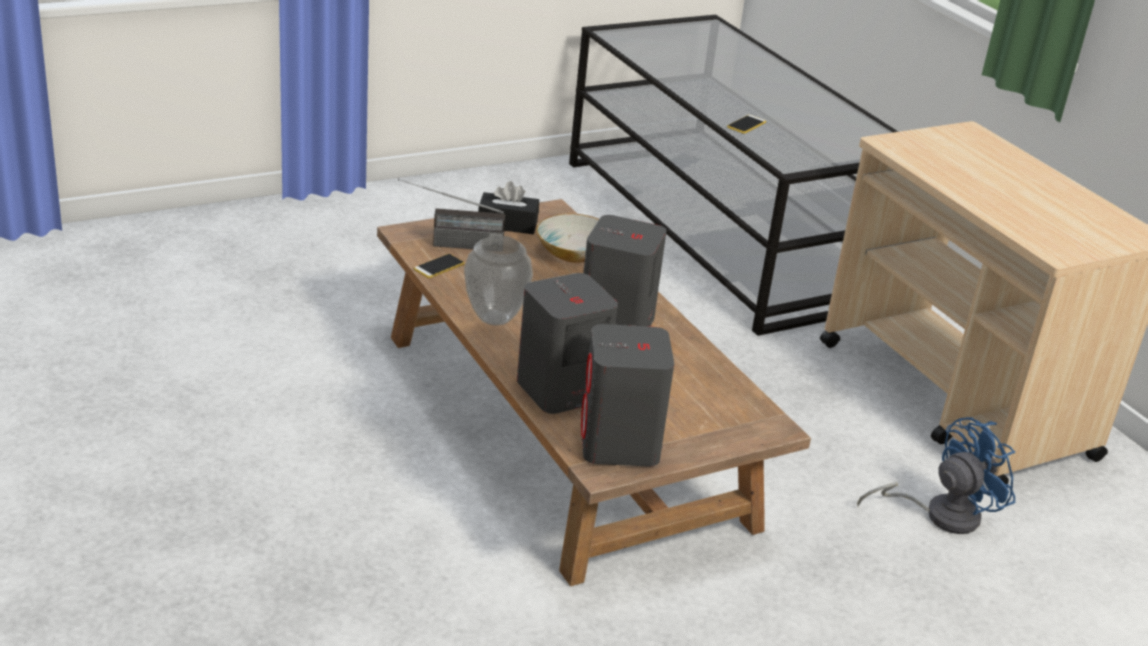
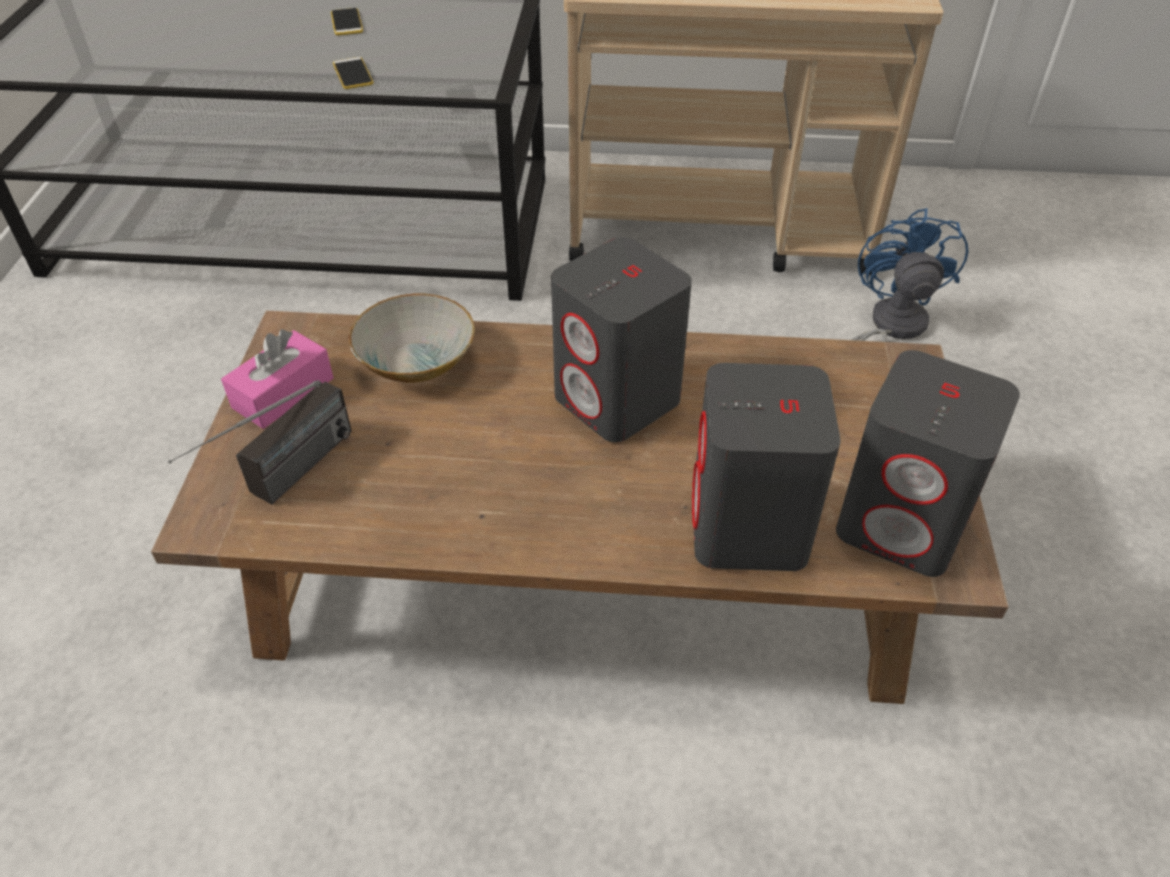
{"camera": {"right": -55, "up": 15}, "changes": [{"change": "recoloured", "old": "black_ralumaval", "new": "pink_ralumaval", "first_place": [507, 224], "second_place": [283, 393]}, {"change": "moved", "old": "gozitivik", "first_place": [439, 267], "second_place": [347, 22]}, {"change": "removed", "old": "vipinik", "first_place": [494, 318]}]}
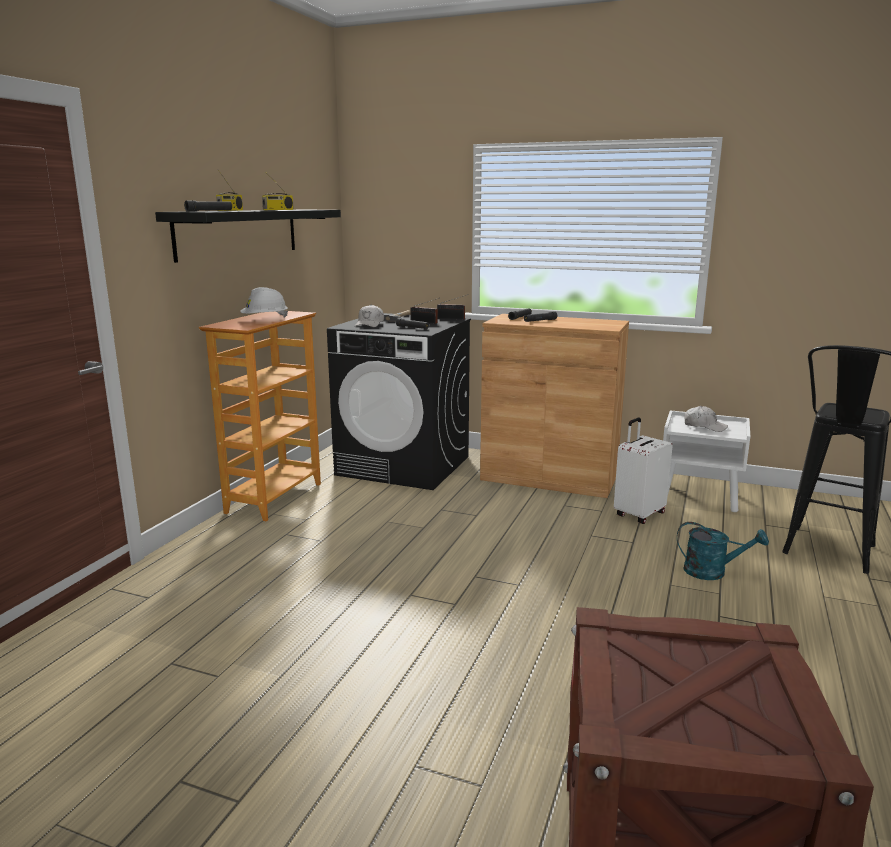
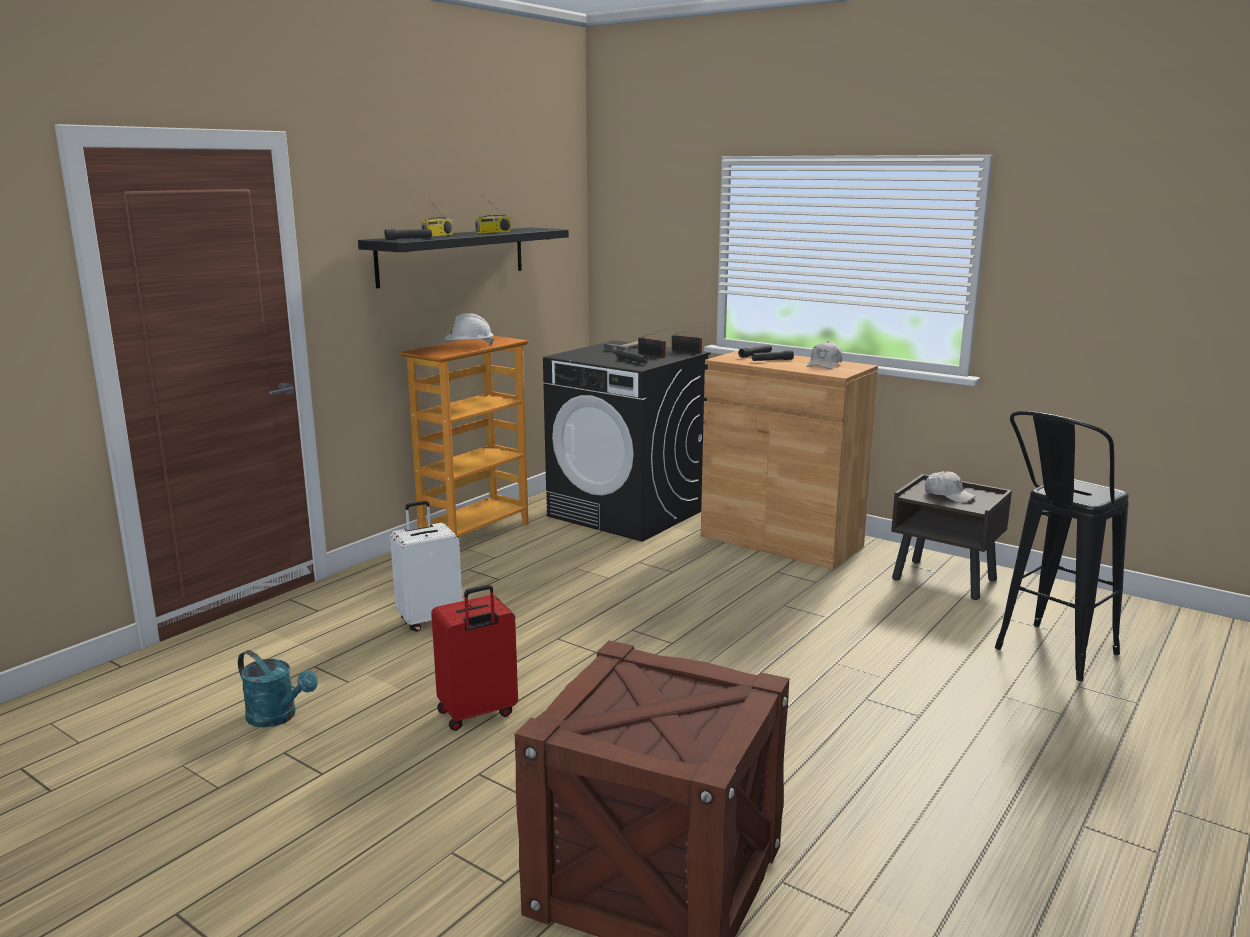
{"camera": {"right": 15, "up": 0}, "changes": [{"change": "moved", "old": "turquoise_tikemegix", "first_place": [712, 572], "second_place": [278, 717]}, {"change": "moved", "old": "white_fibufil", "first_place": [638, 514], "second_place": [430, 619]}, {"change": "added", "new": "red_fibufil", "second_place": [477, 714]}, {"change": "moved", "old": "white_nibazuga", "first_place": [370, 324], "second_place": [824, 365]}, {"change": "recoloured", "old": "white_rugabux", "new": "brown_rugabux", "first_place": [700, 497], "second_place": [945, 580]}]}
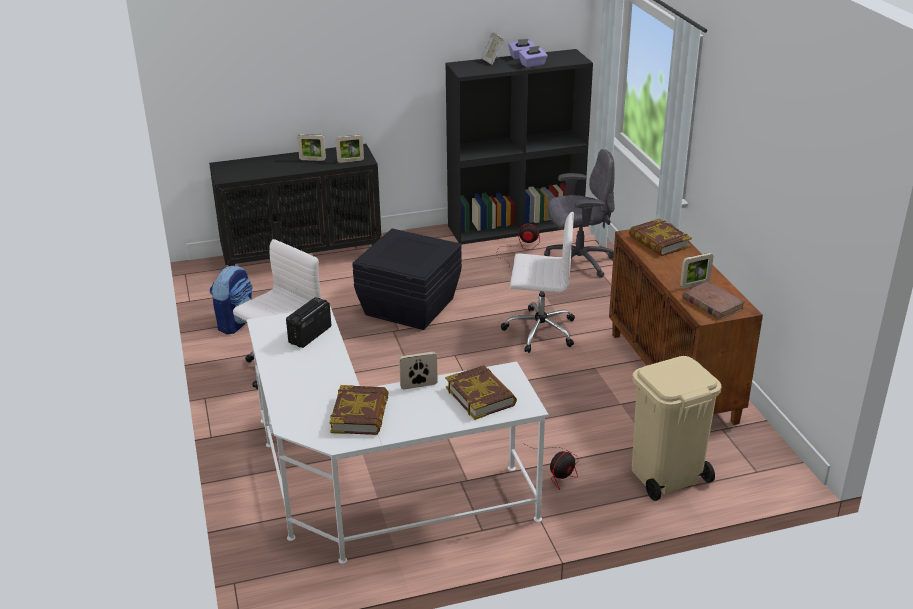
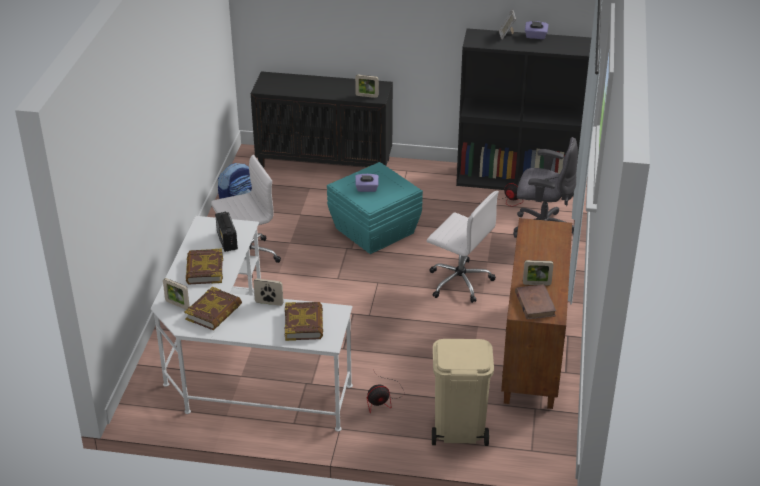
{"camera": {"right": 25, "up": 5}, "changes": [{"change": "moved", "old": "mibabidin", "first_place": [312, 159], "second_place": [177, 305]}, {"change": "moved", "old": "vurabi", "first_place": [659, 242], "second_place": [204, 270]}, {"change": "turned", "old": "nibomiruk", "first_place": [309, 335], "second_place": [227, 241], "degrees": -75}, {"change": "recoloured", "old": "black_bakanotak", "new": "turquoise_bakanotak", "first_place": [408, 307], "second_place": [373, 230]}, {"change": "moved", "old": "purple_ralumaval", "first_place": [533, 64], "second_place": [367, 189]}]}
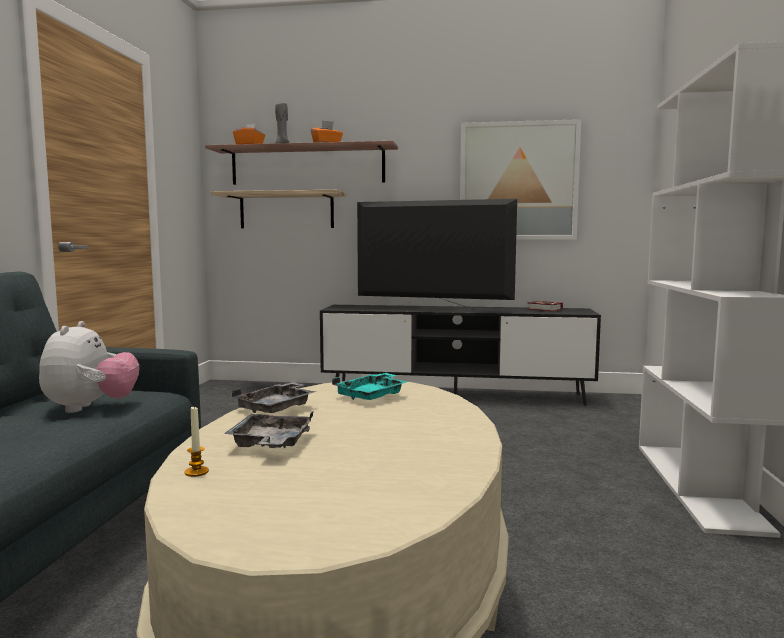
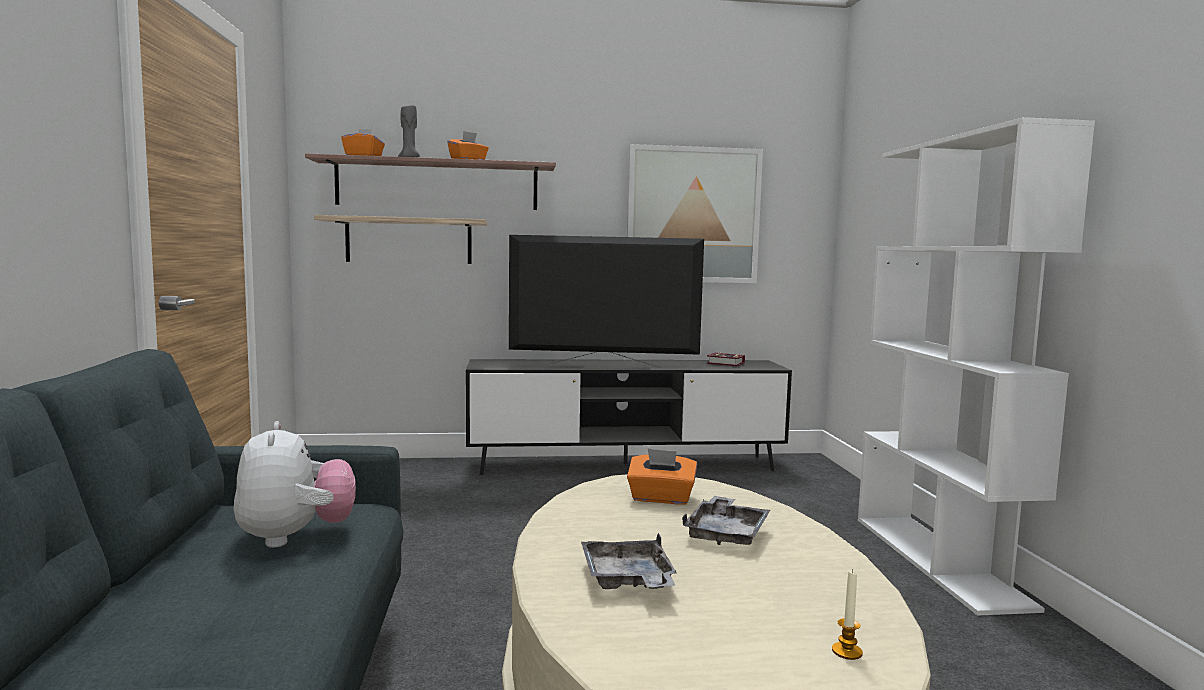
{"camera": {"right": -15, "up": 0}, "changes": [{"change": "replaced", "old": "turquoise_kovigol", "new": "orange_ralumaval", "first_place": [372, 396], "second_place": [661, 498]}, {"change": "moved", "old": "grey_kovigol", "first_place": [277, 408], "second_place": [726, 533]}, {"change": "moved", "old": "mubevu", "first_place": [196, 472], "second_place": [847, 651]}]}
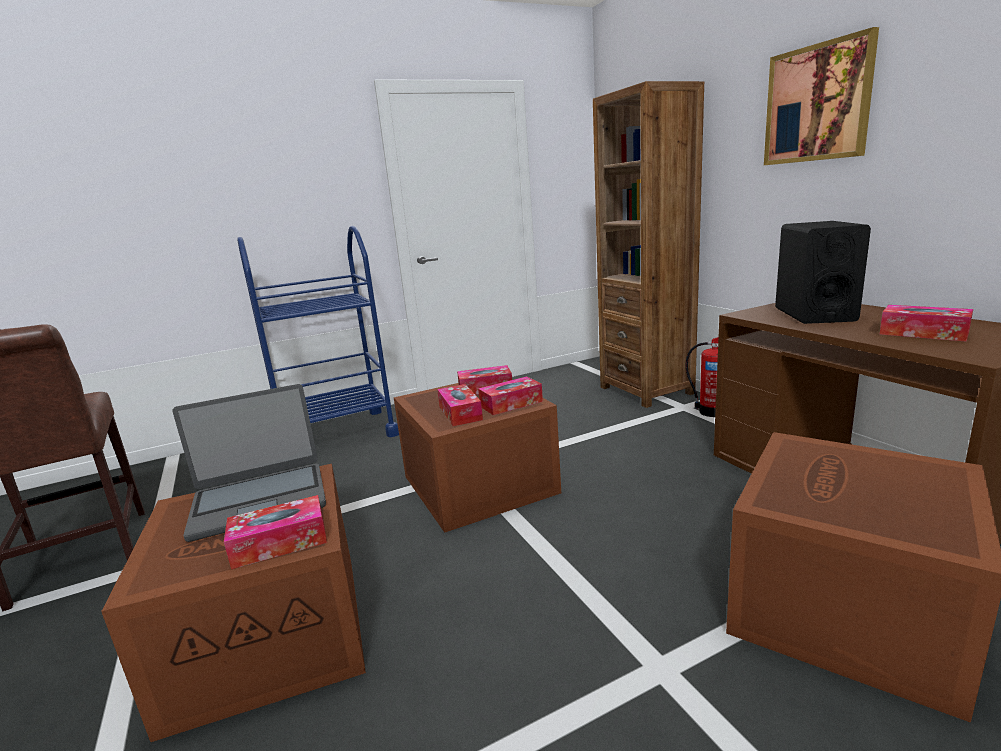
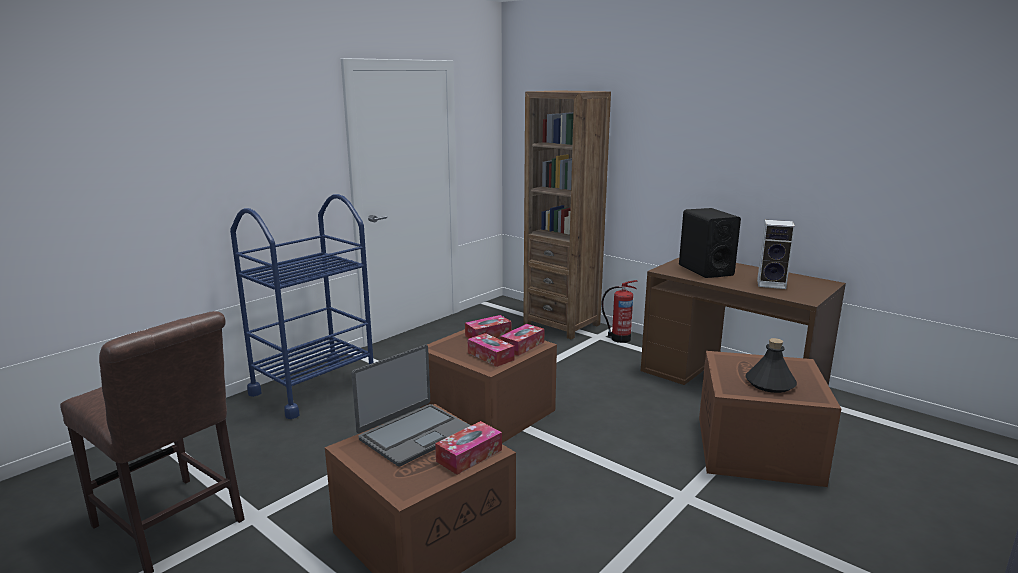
{"camera": {"right": -25, "up": 0}, "changes": [{"change": "added", "new": "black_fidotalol", "second_place": [770, 383]}, {"change": "replaced", "old": "ralumaval", "new": "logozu", "first_place": [923, 333], "second_place": [772, 284]}, {"change": "removed", "old": "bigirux", "first_place": [817, 103]}]}
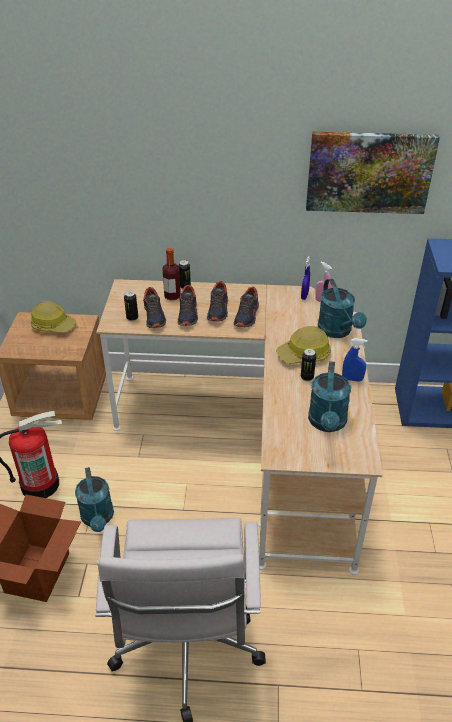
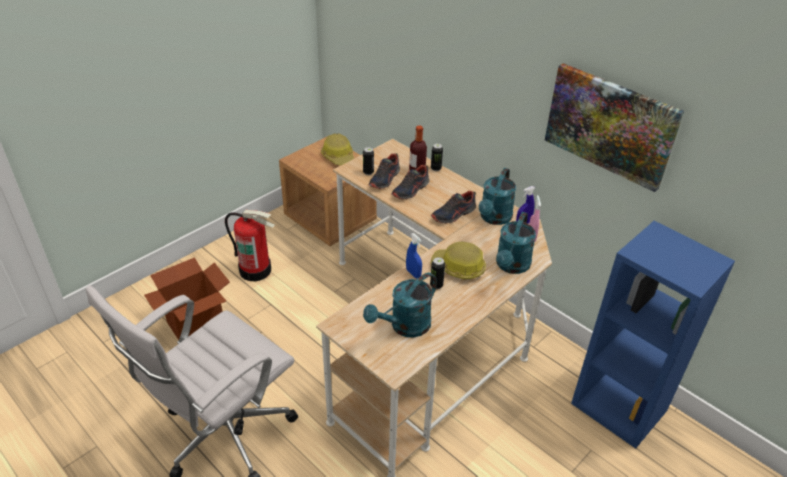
{"camera": {"right": 40, "up": 0}, "changes": [{"change": "moved", "old": "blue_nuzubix", "first_place": [352, 379], "second_place": [413, 273]}, {"change": "moved", "old": "turquoise_tikemegix", "first_place": [98, 518], "second_place": [494, 218]}, {"change": "removed", "old": "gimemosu", "first_place": [218, 310]}]}
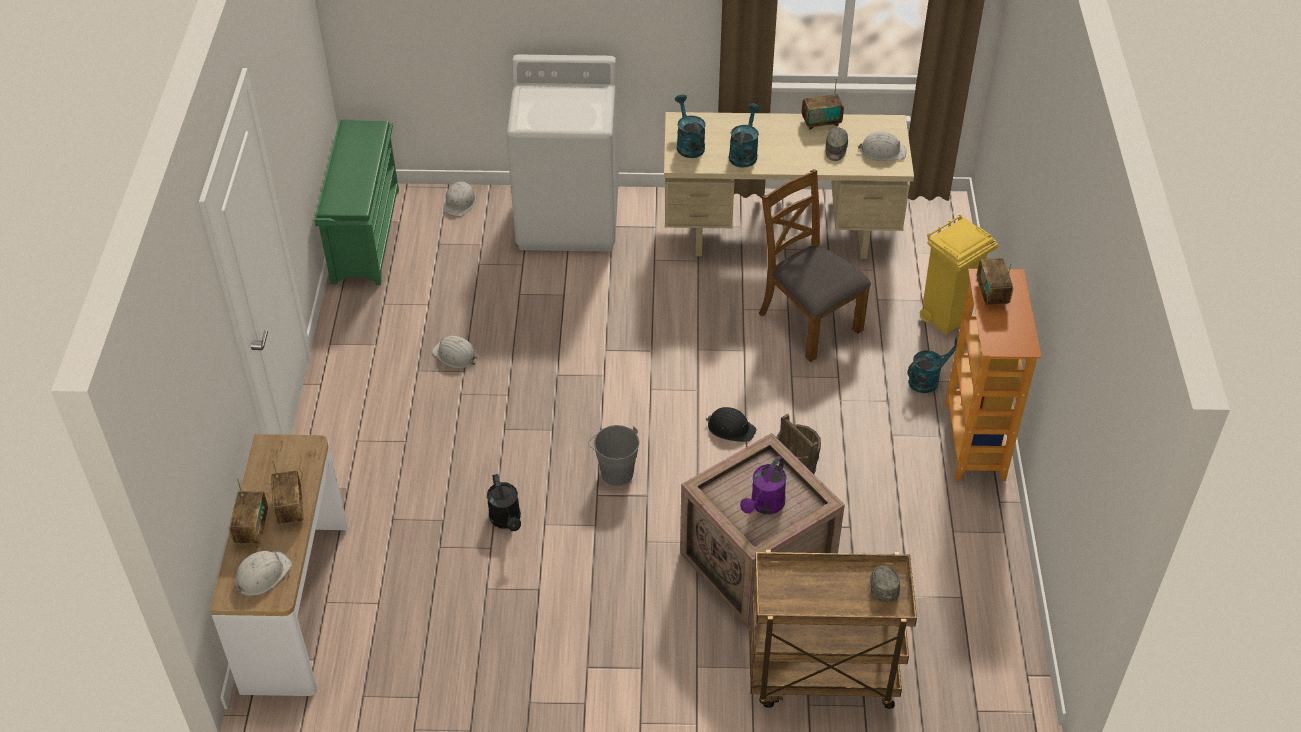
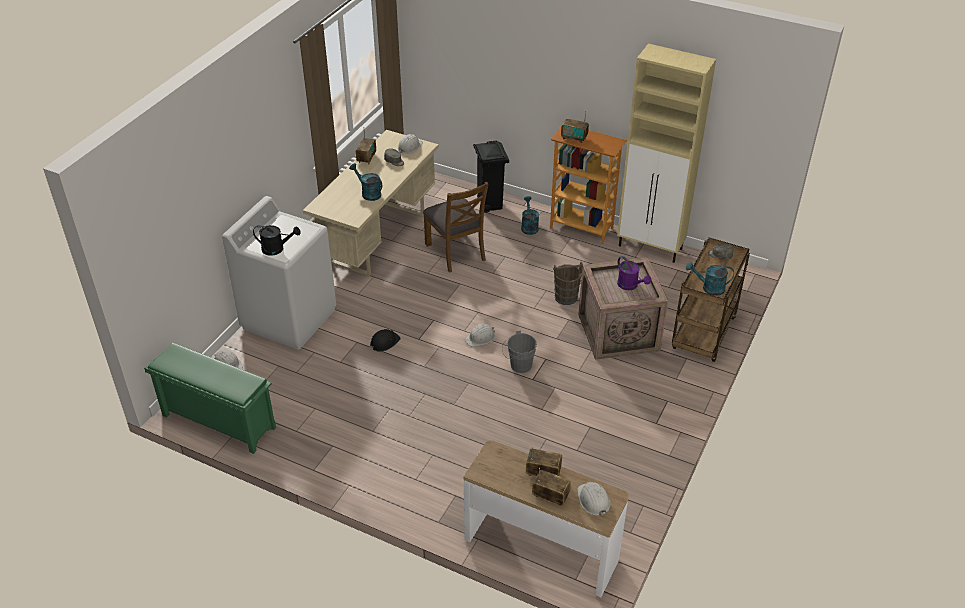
{"camera": {"right": -65, "up": -5}, "changes": [{"change": "moved", "old": "black_tikemegix", "first_place": [507, 521], "second_place": [277, 249]}, {"change": "moved", "old": "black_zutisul", "first_place": [730, 428], "second_place": [384, 342]}, {"change": "turned", "old": "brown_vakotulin", "first_place": [808, 321], "second_place": [456, 252], "degrees": -105}, {"change": "moved", "old": "white_zutisul", "first_place": [455, 355], "second_place": [480, 338]}, {"change": "recoloured", "old": "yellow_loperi", "new": "black_loperi", "first_place": [946, 318], "second_place": [490, 204]}, {"change": "added", "new": "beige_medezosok", "second_place": [651, 248]}, {"change": "moved", "old": "turquoise_tikemegix", "first_place": [688, 144], "second_place": [709, 288]}]}
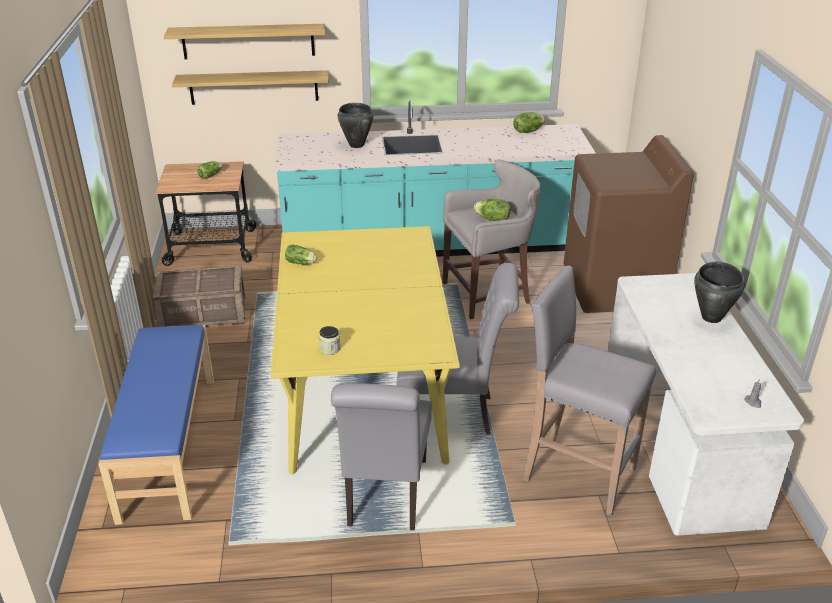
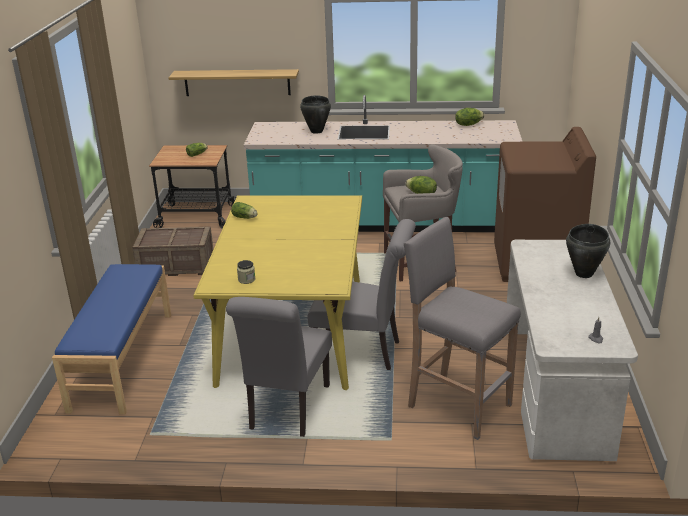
{"camera": {"right": 10, "up": -5}, "changes": [{"change": "removed", "old": "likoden", "first_place": [248, 41]}]}
